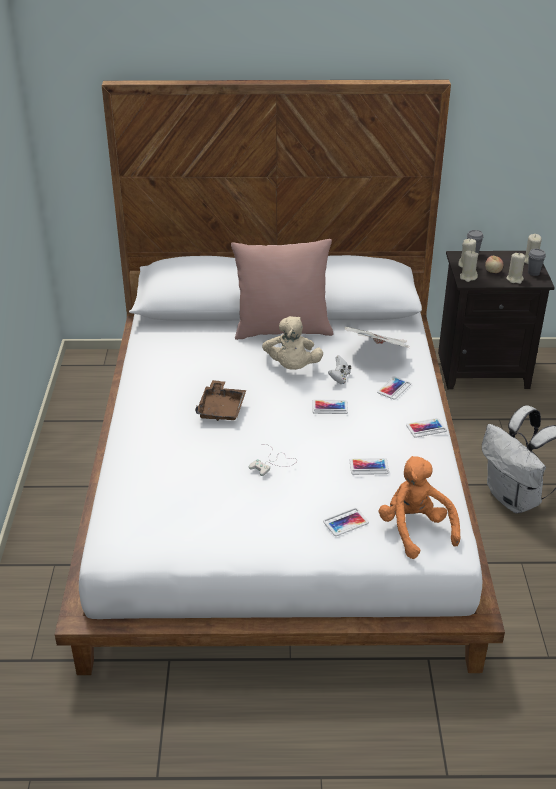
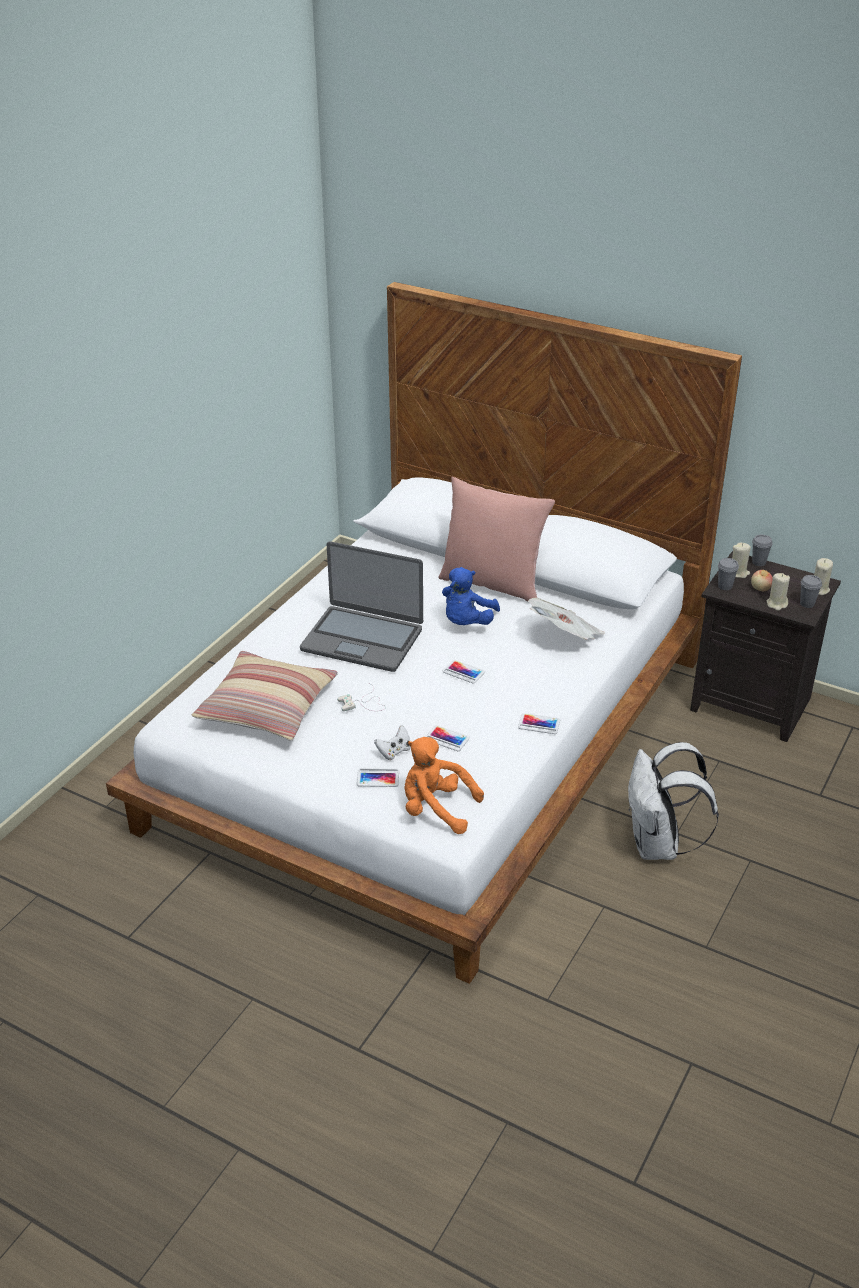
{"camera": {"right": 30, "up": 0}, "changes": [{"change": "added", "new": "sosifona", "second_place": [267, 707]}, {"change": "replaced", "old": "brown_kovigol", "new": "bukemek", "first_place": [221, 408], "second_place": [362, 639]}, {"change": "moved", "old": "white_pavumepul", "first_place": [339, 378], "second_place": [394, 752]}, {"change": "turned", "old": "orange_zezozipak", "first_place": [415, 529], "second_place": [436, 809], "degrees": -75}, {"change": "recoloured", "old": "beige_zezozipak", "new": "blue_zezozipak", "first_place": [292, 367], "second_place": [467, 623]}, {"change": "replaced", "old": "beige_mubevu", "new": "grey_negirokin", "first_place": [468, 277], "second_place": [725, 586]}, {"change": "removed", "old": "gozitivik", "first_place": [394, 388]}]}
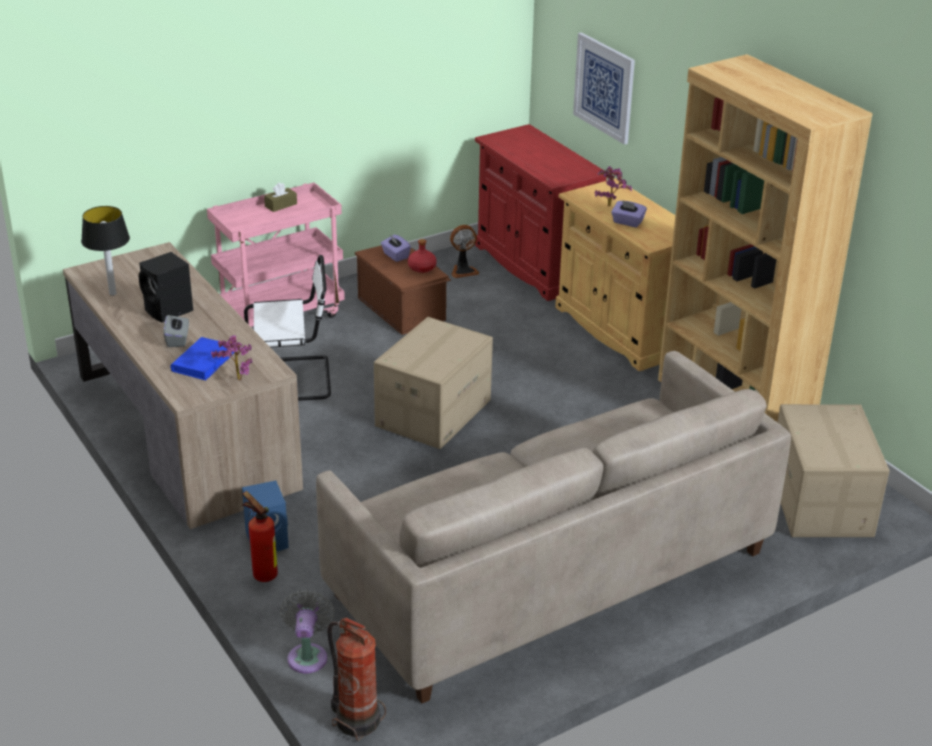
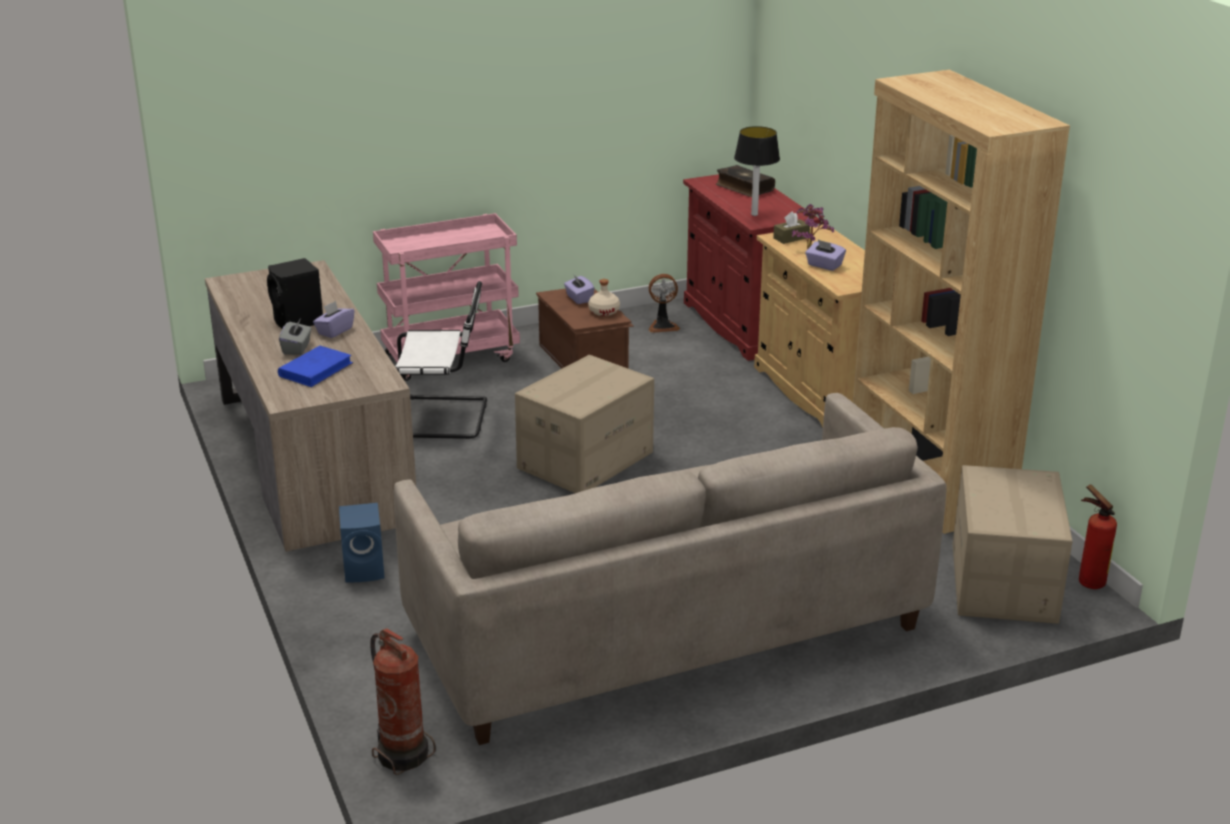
{"camera": {"right": 10, "up": -5}, "changes": [{"change": "added", "new": "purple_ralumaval", "second_place": [334, 331]}, {"change": "recoloured", "old": "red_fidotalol", "new": "beige_fidotalol", "first_place": [422, 267], "second_place": [604, 311]}, {"change": "added", "new": "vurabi", "second_place": [744, 188]}, {"change": "moved", "old": "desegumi", "first_place": [112, 293], "second_place": [754, 214]}, {"change": "moved", "old": "brown_ralumaval", "first_place": [281, 205], "second_place": [791, 238]}, {"change": "moved", "old": "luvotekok", "first_place": [262, 574], "second_place": [1088, 581]}, {"change": "removed", "old": "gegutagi", "first_place": [235, 379]}, {"change": "removed", "old": "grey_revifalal", "first_place": [308, 655]}, {"change": "removed", "old": "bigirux", "first_place": [604, 87]}]}
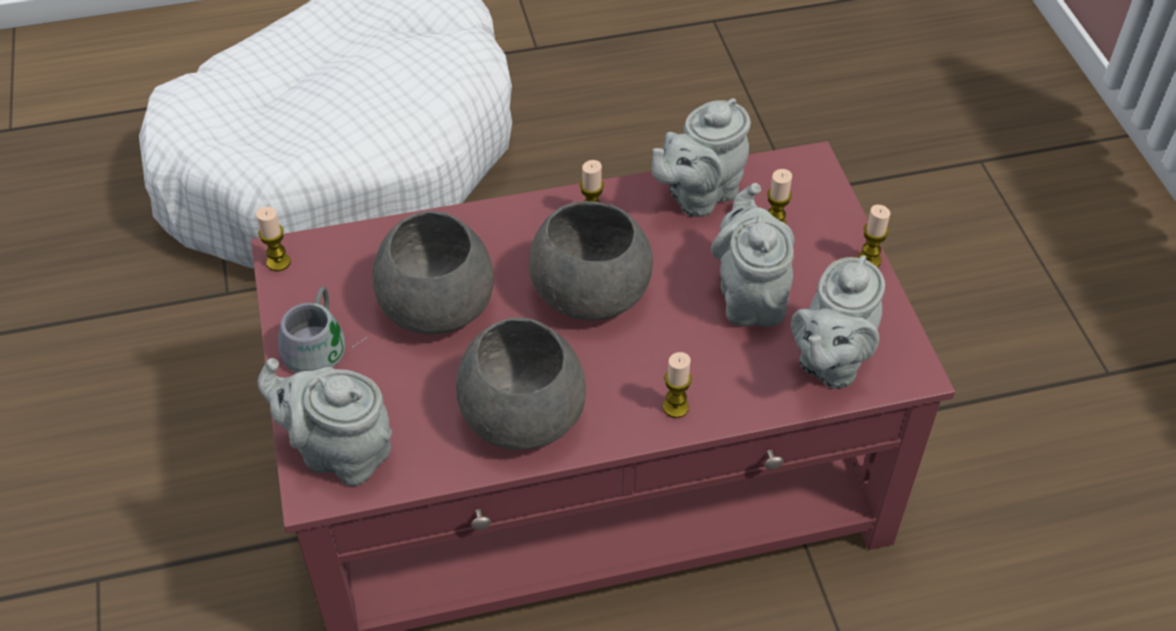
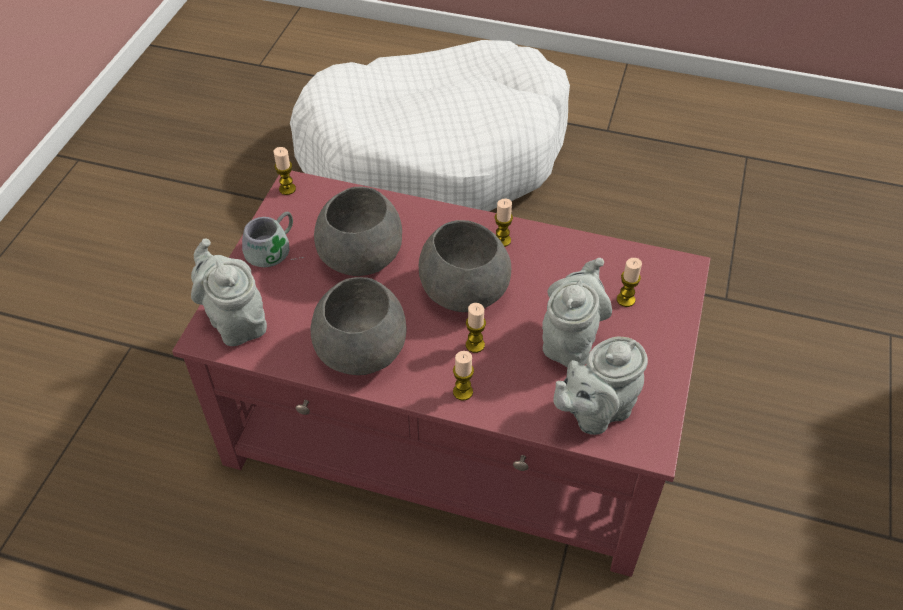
{"camera": {"right": 30, "up": 0}, "changes": [{"change": "moved", "old": "mubevu", "first_place": [869, 260], "second_place": [475, 345]}, {"change": "removed", "old": "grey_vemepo", "first_place": [698, 195]}]}
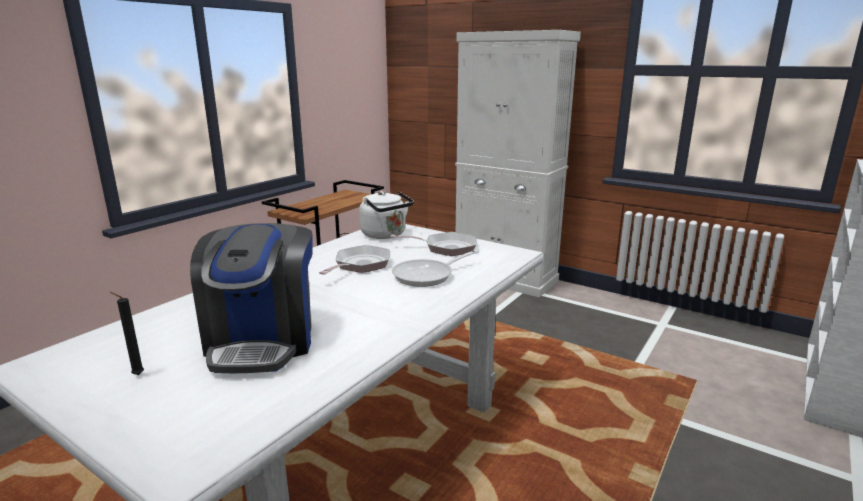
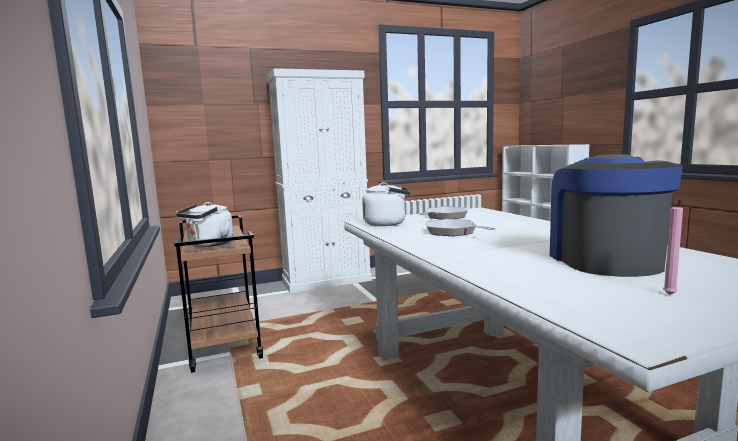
{"camera": {"right": -55, "up": -10}, "changes": [{"change": "added", "new": "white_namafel", "second_place": [209, 244]}, {"change": "turned", "old": "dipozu", "first_place": [262, 341], "second_place": [603, 260], "degrees": -120}, {"change": "recoloured", "old": "black_mubevu", "new": "pink_mubevu", "first_place": [136, 375], "second_place": [669, 295]}, {"change": "removed", "old": "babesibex", "first_place": [427, 275]}]}
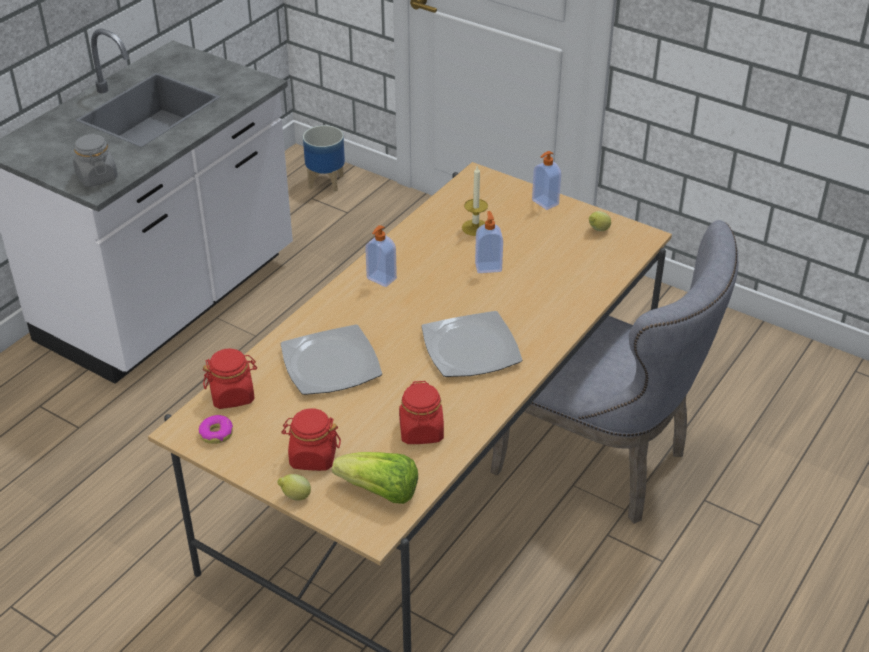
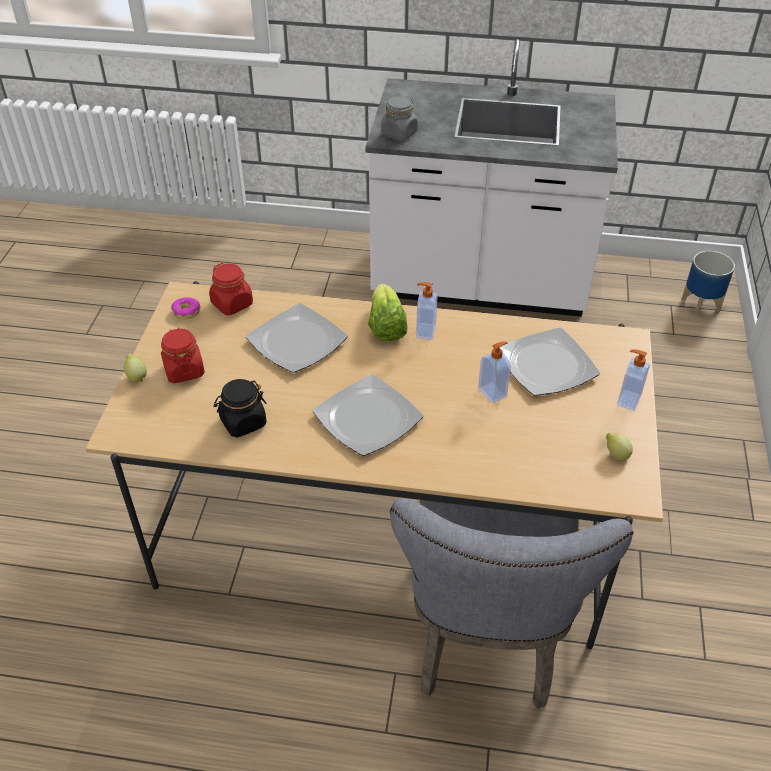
{"camera": {"right": 65, "up": 5}, "changes": [{"change": "recoloured", "old": "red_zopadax", "new": "black_zopadax", "first_place": [421, 431], "second_place": [243, 422]}, {"change": "moved", "old": "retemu", "first_place": [380, 492], "second_place": [386, 326]}, {"change": "replaced", "old": "mubevu", "new": "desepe", "first_place": [475, 227], "second_place": [546, 365]}]}
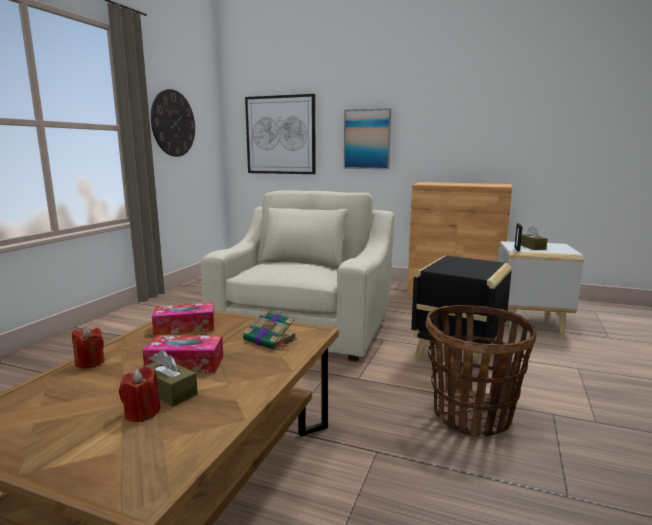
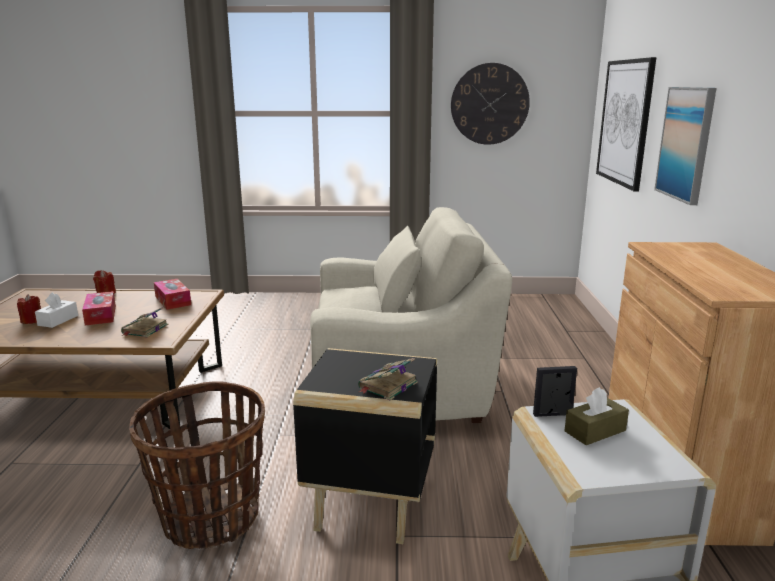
{"camera": {"right": 70, "up": 5}, "changes": [{"change": "recoloured", "old": "brown_ralumaval", "new": "white_ralumaval", "first_place": [169, 392], "second_place": [58, 320]}, {"change": "added", "new": "vurabi", "second_place": [387, 386]}]}
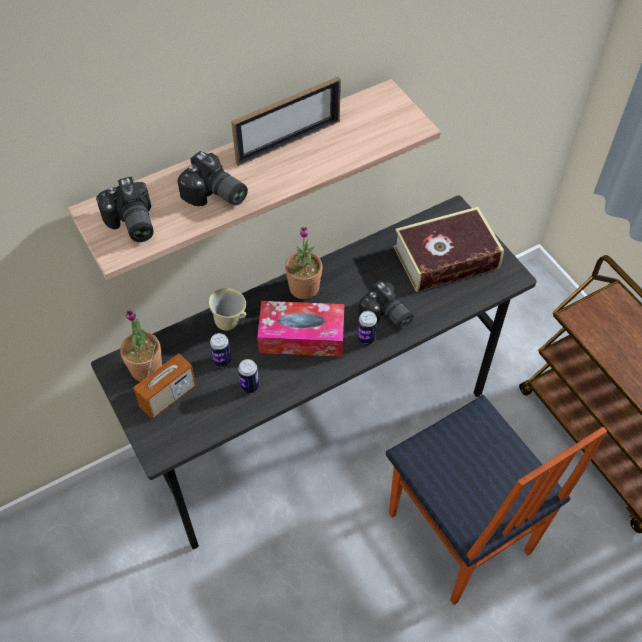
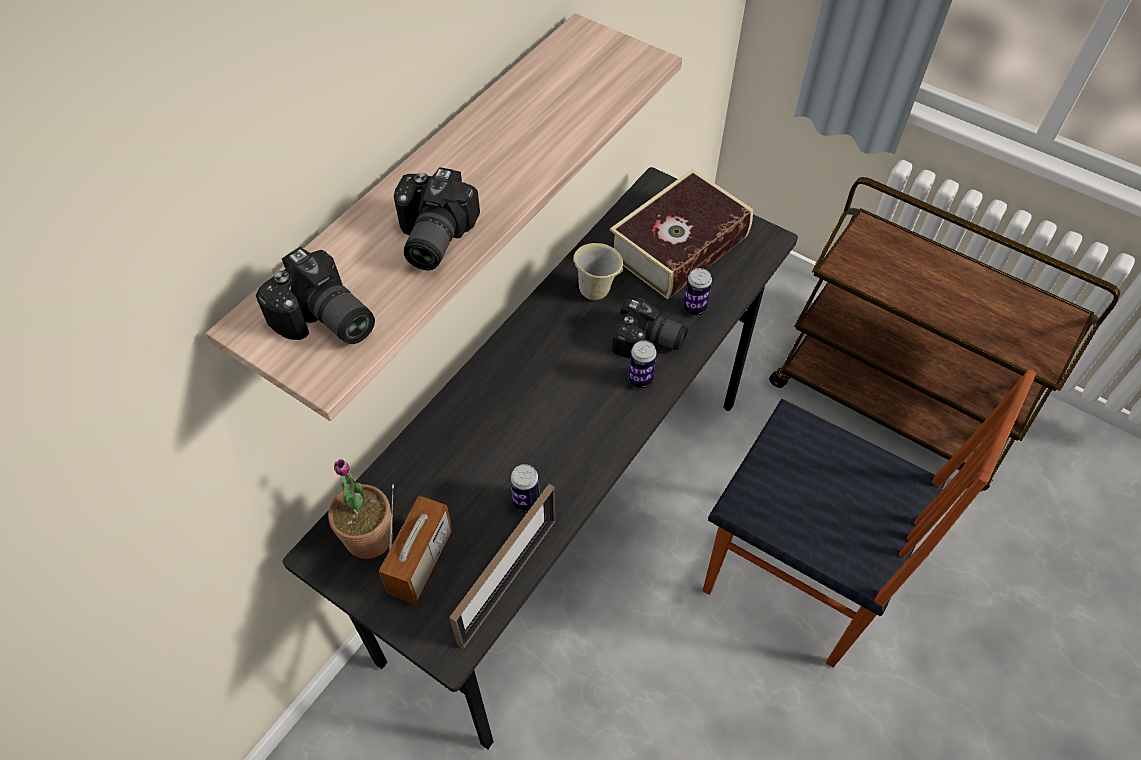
{"camera": {"right": -25, "up": 0}, "changes": [{"change": "turned", "old": "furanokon", "first_place": [215, 195], "second_place": [429, 238], "degrees": 90}, {"change": "moved", "old": "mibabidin", "first_place": [288, 142], "second_place": [508, 580]}, {"change": "moved", "old": "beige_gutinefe", "first_place": [230, 323], "second_place": [597, 290]}, {"change": "moved", "old": "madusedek", "first_place": [222, 361], "second_place": [694, 308]}, {"change": "removed", "old": "ralumaval", "first_place": [302, 336]}, {"change": "removed", "old": "gegutagi", "first_place": [304, 287]}]}
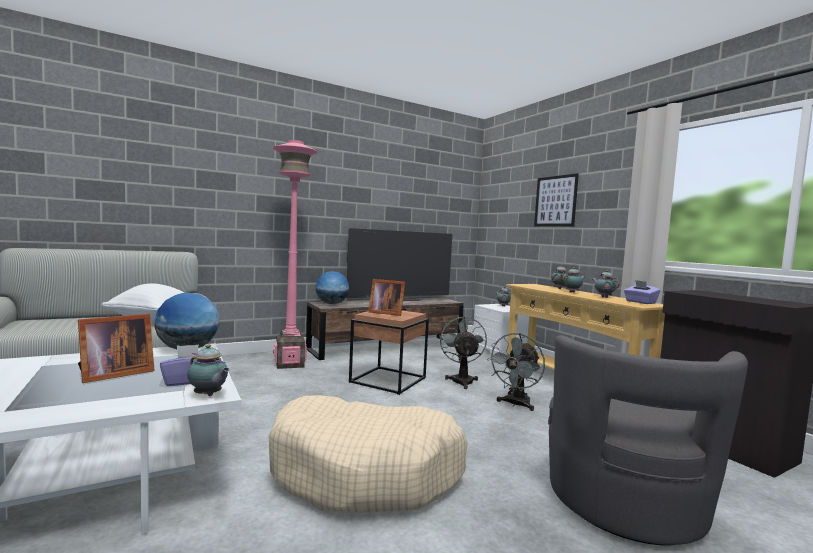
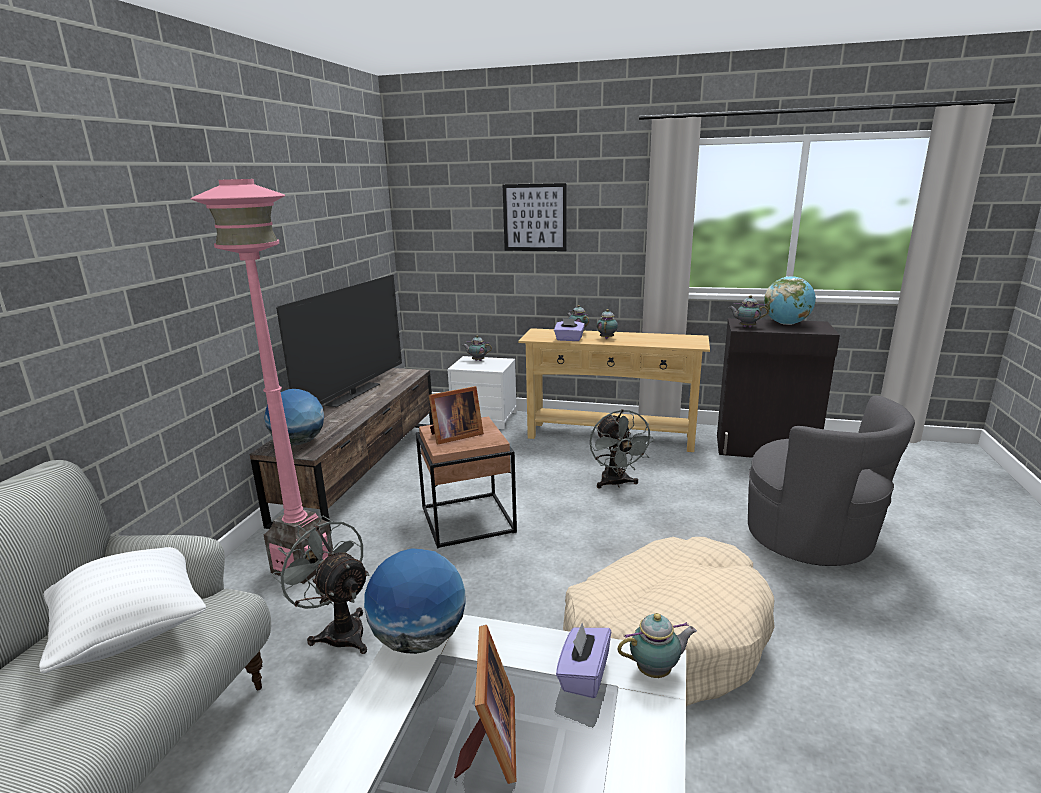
{"camera": {"right": -45, "up": 15}, "changes": [{"change": "moved", "old": "grey_revifalal", "first_place": [461, 380], "second_place": [338, 630]}, {"change": "moved", "old": "purple_ralumaval", "first_place": [640, 302], "second_place": [569, 339]}, {"change": "moved", "old": "vemepo", "first_place": [603, 297], "second_place": [746, 327]}, {"change": "added", "new": "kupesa", "second_place": [786, 324]}]}
